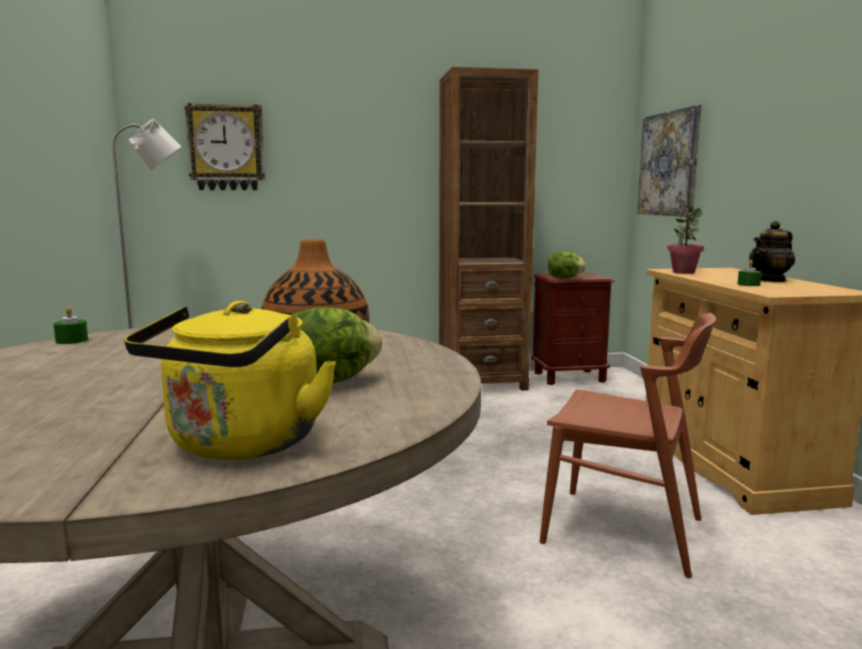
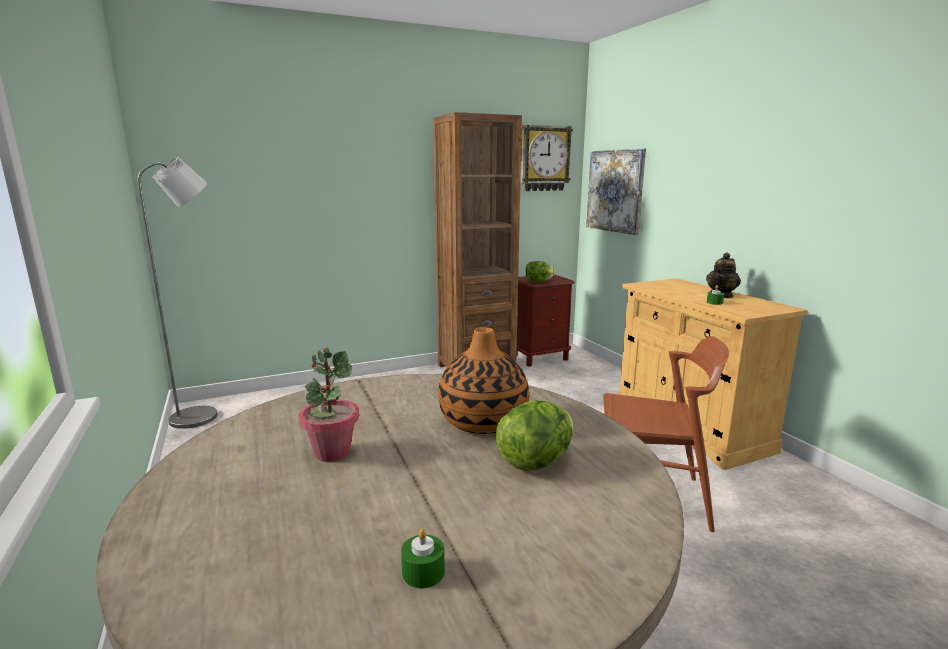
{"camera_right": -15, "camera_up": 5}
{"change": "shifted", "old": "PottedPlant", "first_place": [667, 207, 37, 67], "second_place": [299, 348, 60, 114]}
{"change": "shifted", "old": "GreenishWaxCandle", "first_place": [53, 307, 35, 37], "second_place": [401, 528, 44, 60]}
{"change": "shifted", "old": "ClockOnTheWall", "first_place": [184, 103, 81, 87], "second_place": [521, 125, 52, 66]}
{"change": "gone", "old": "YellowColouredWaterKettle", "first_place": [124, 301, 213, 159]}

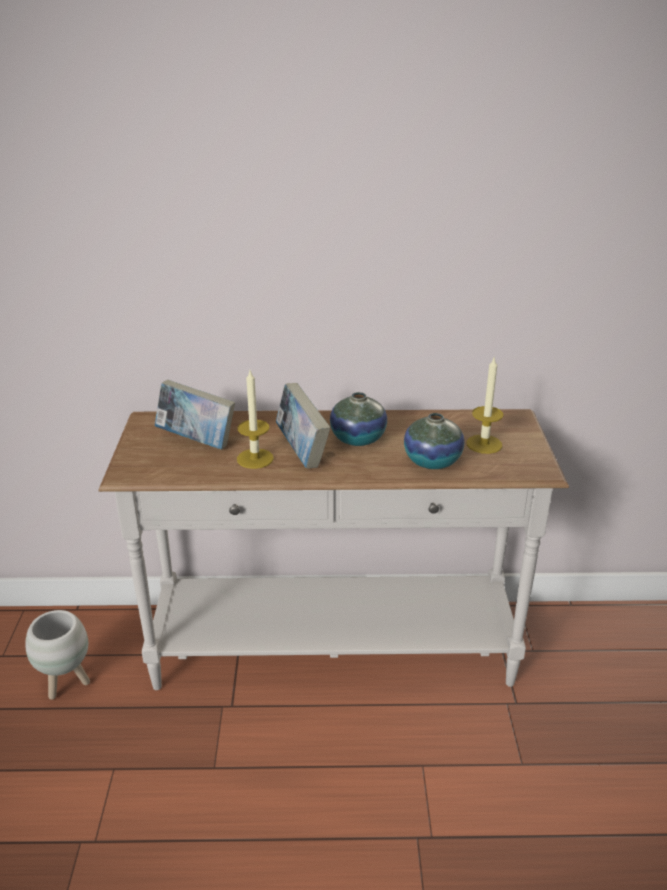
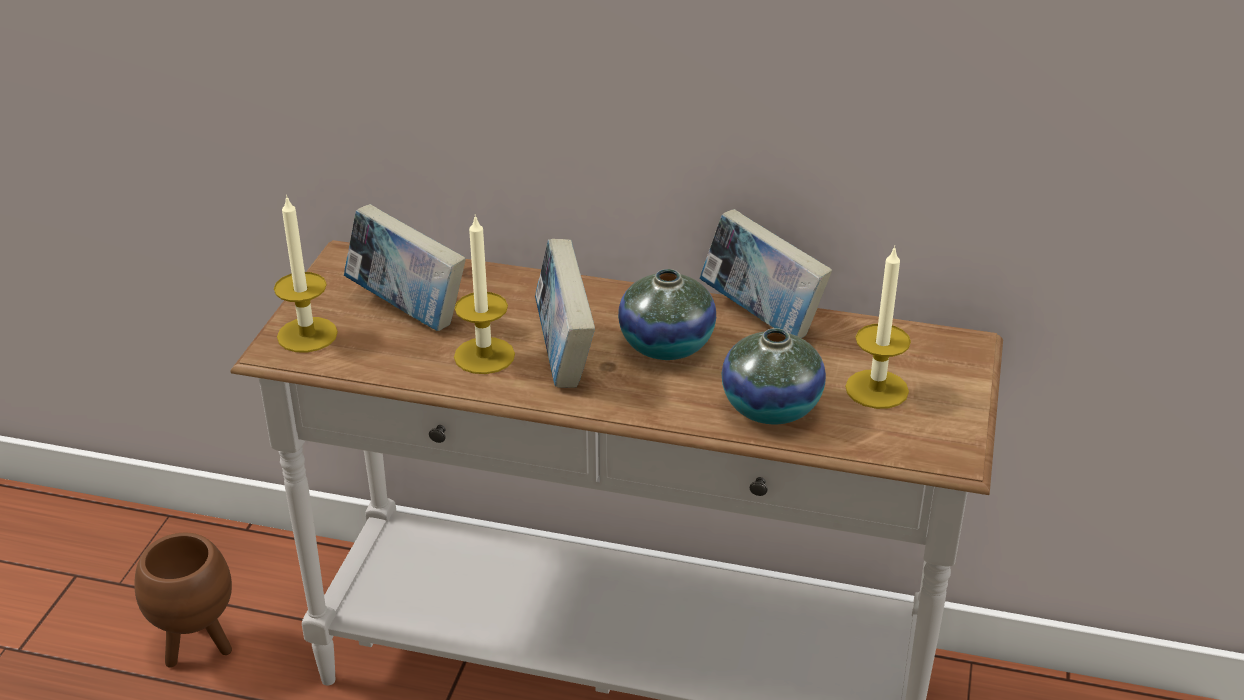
{"camera_right": 15, "camera_up": 5}
{"change": "repainted", "old": "WhiteFlowerPot", "new": "BrownFlowerPot", "first_place": [25, 610, 65, 90], "second_place": [134, 533, 98, 135]}
{"change": "new", "new": "WaxCandle", "second_place": [274, 195, 64, 158]}
{"change": "new", "new": "BoundBook", "second_place": [699, 209, 133, 129]}

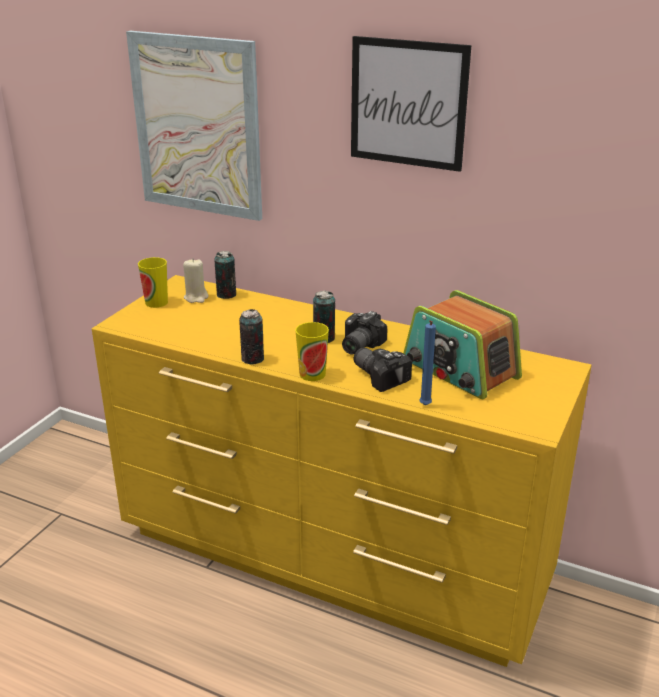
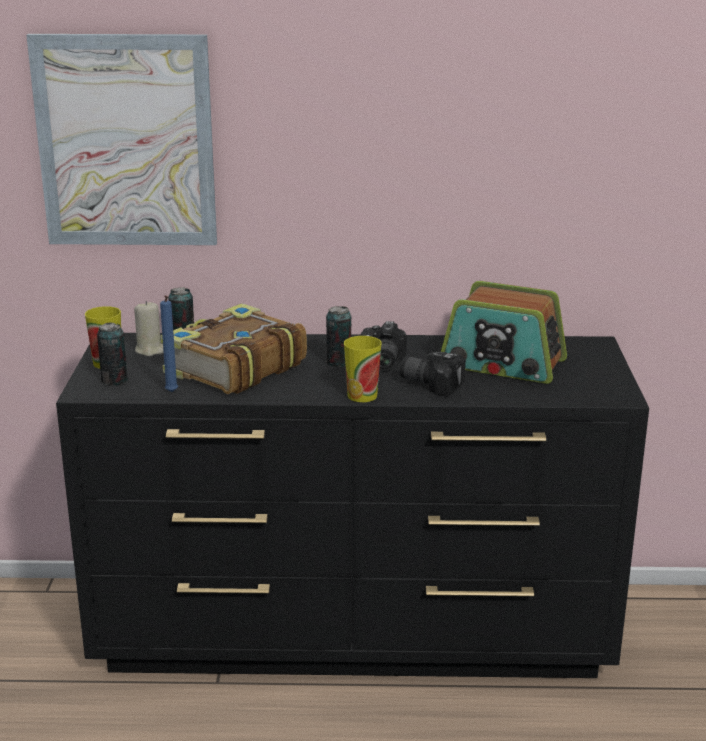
{"camera_right": -25, "camera_up": -5}
{"change": "repainted", "old": "YellowColouredDresser", "new": "BlackColouredDresser", "first_place": [92, 275, 500, 392], "second_place": [56, 333, 593, 345]}
{"change": "shifted", "old": "MetalCan", "first_place": [239, 309, 25, 56], "second_place": [97, 322, 31, 64]}
{"change": "shifted", "old": "BlueWaxCandle", "first_place": [420, 320, 16, 85], "second_place": [160, 295, 18, 97]}
{"change": "new", "new": "BoundBook", "second_place": [160, 303, 147, 91]}
{"change": "gone", "old": "WallPicture", "first_place": [351, 36, 120, 136]}

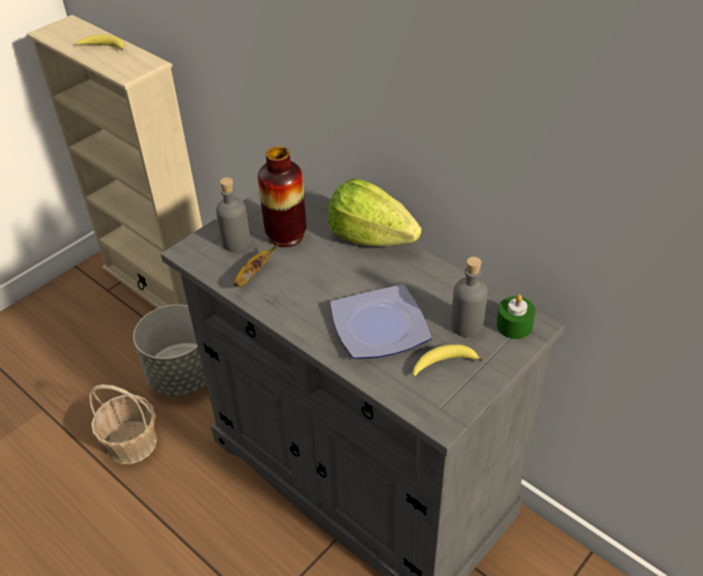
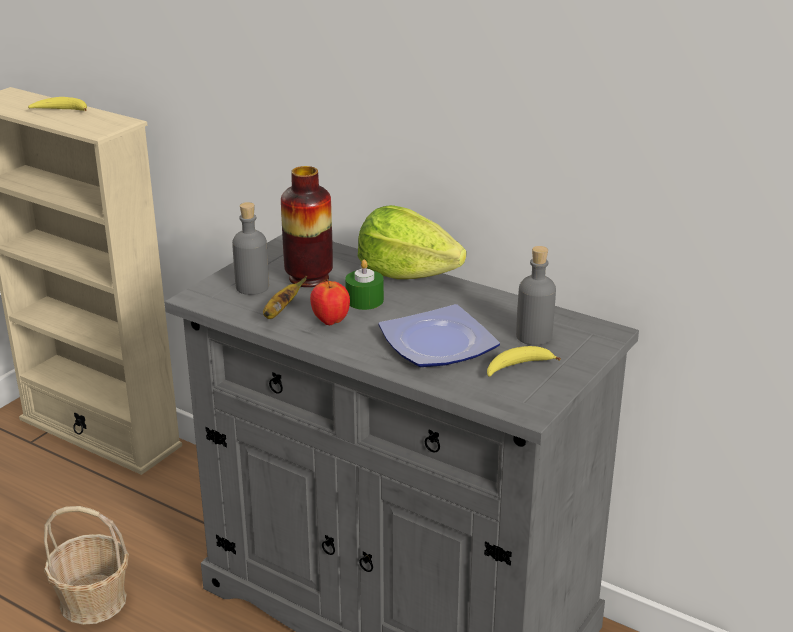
{"camera_right": -10, "camera_up": -15}
{"change": "new", "new": "Apple", "second_place": [310, 279, 40, 46]}
{"change": "shifted", "old": "GreenishWaxCandle", "first_place": [496, 295, 40, 44], "second_place": [345, 259, 39, 51]}
{"change": "gone", "old": "GreyishFlowerPot", "first_place": [133, 304, 74, 93]}

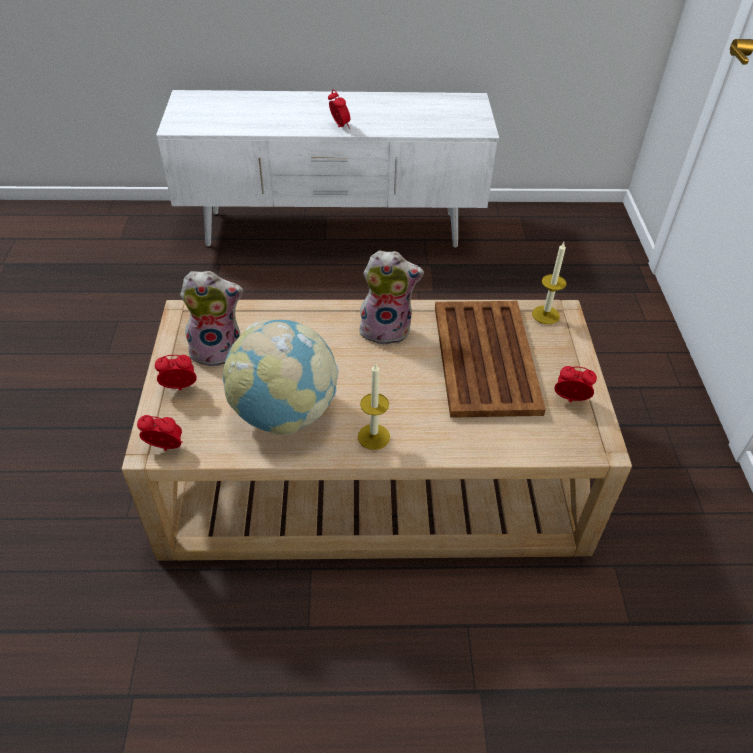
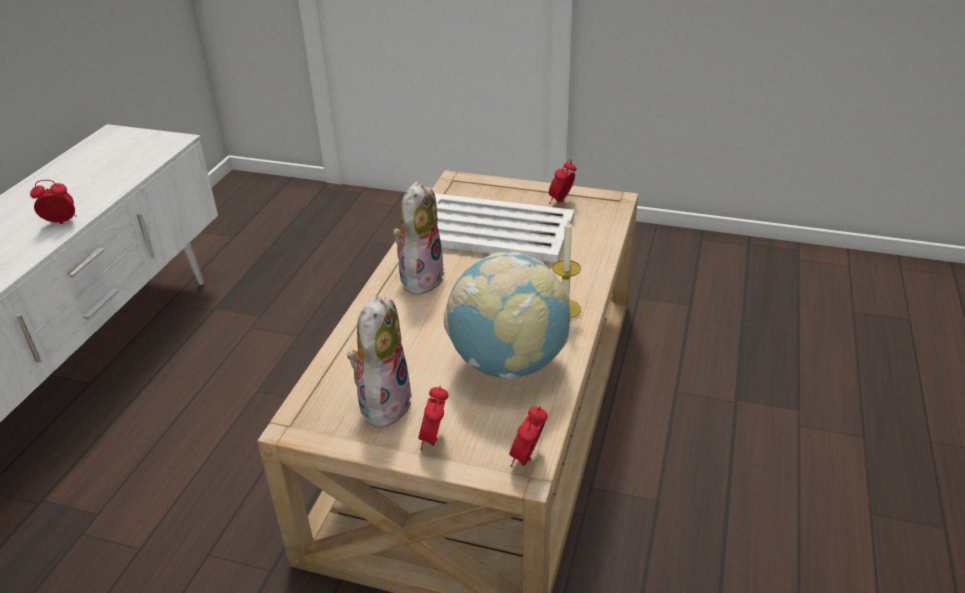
{"camera_right": -70, "camera_up": -10}
{"change": "repainted", "old": "BrownServingTray", "new": "WhiteServingTray", "first_place": [435, 301, 111, 117], "second_place": [435, 193, 139, 69]}
{"change": "gone", "old": "WaxCandle", "first_place": [532, 242, 34, 82]}

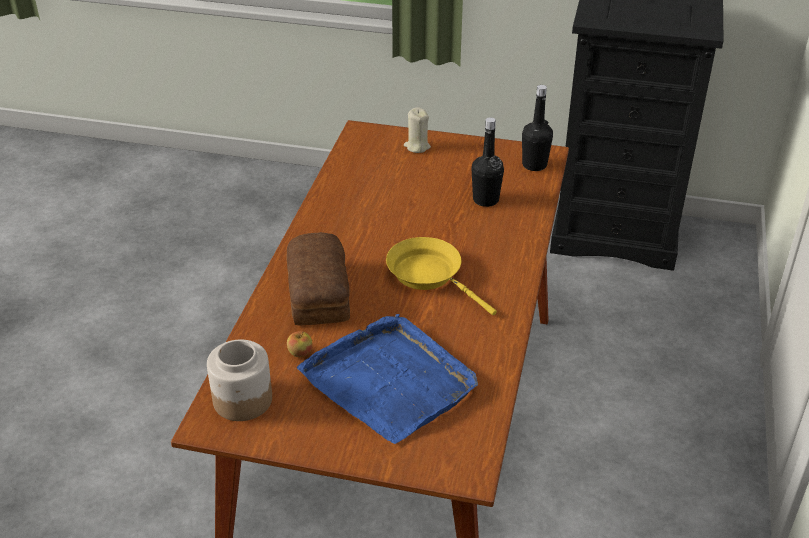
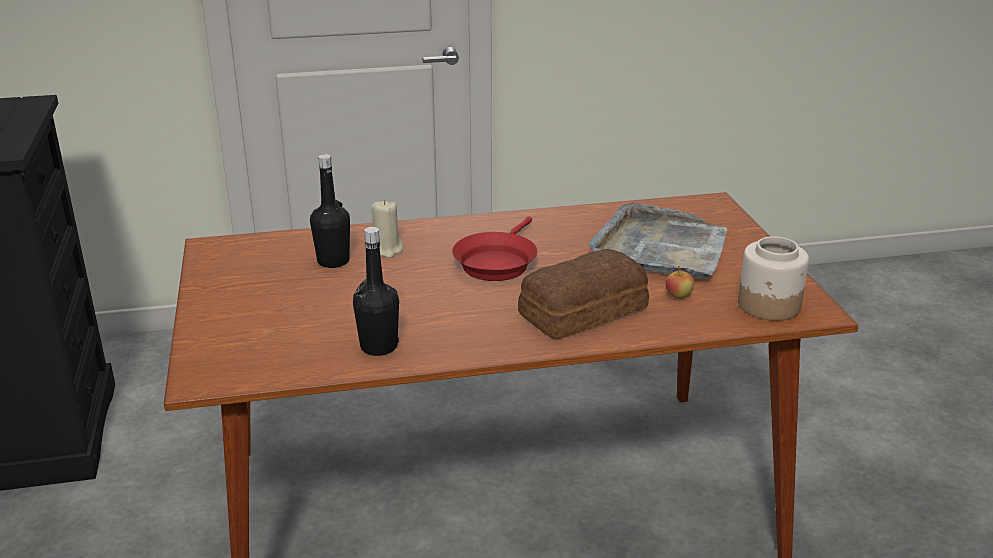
{"camera_right": -115, "camera_up": -10}
{"change": "shifted", "old": "BlackColouredDrinkBottle", "first_place": [522, 85, 31, 86], "second_place": [353, 227, 46, 129]}
{"change": "shifted", "old": "BeigeColouredWaxCandle", "first_place": [404, 107, 27, 46], "second_place": [371, 200, 32, 58]}
{"change": "repainted", "old": "YellowColouredFryingPan", "new": "RedColouredFryingPan", "first_place": [386, 237, 111, 78], "second_place": [452, 216, 85, 65]}
{"change": "repainted", "old": "BlueServingTray", "new": "GreyishServingTray", "first_place": [297, 314, 181, 130], "second_place": [588, 203, 139, 75]}

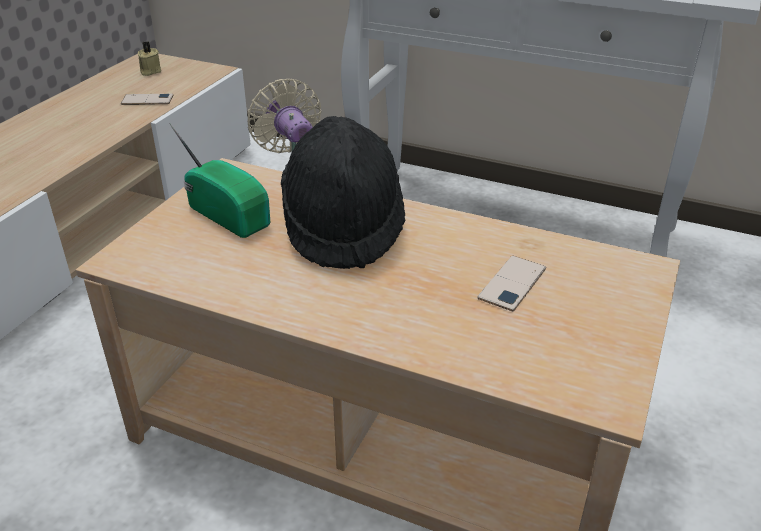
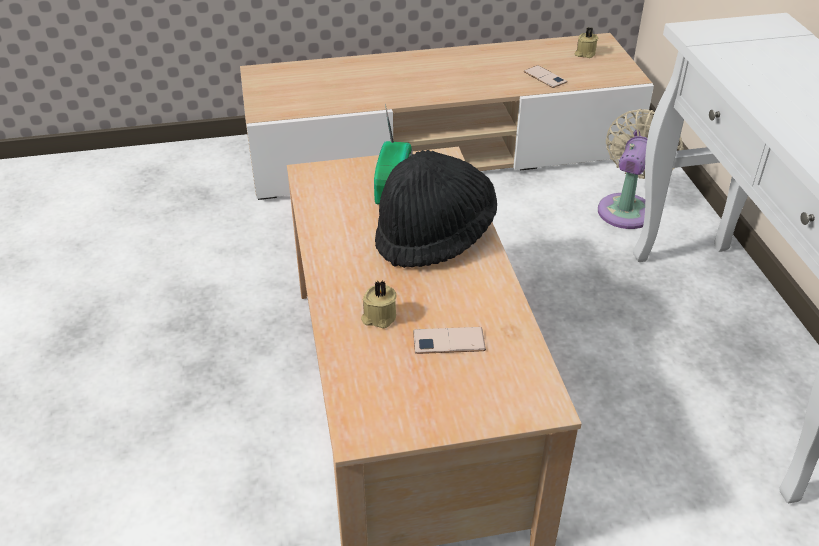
{"camera_right": 55, "camera_up": 5}
{"change": "new", "new": "BeigeColouredWaxCandle", "second_place": [361, 280, 36, 48]}

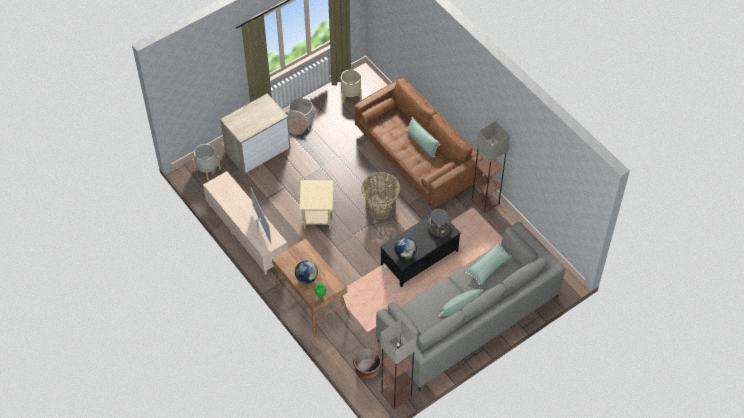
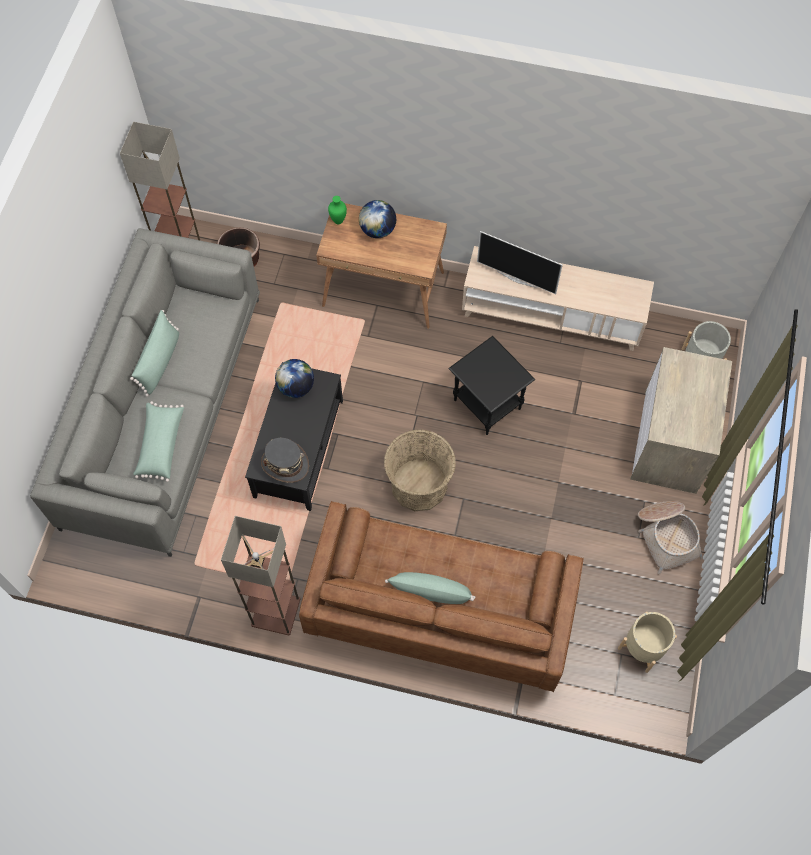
{"camera_right": 140, "camera_up": 10}
{"change": "repainted", "old": "BeigeColouredAccentTable", "new": "BlackColouredAccentTable", "first_place": [299, 180, 35, 49], "second_place": [449, 336, 86, 99]}

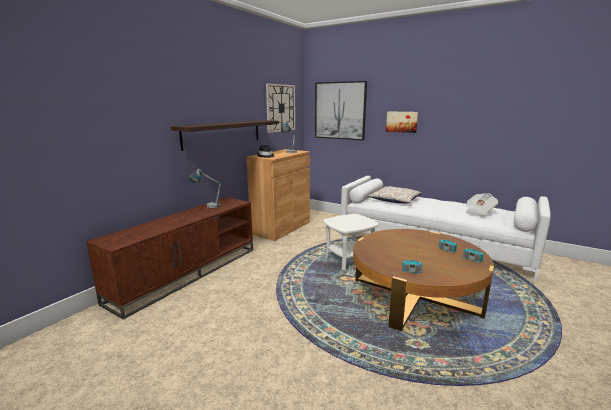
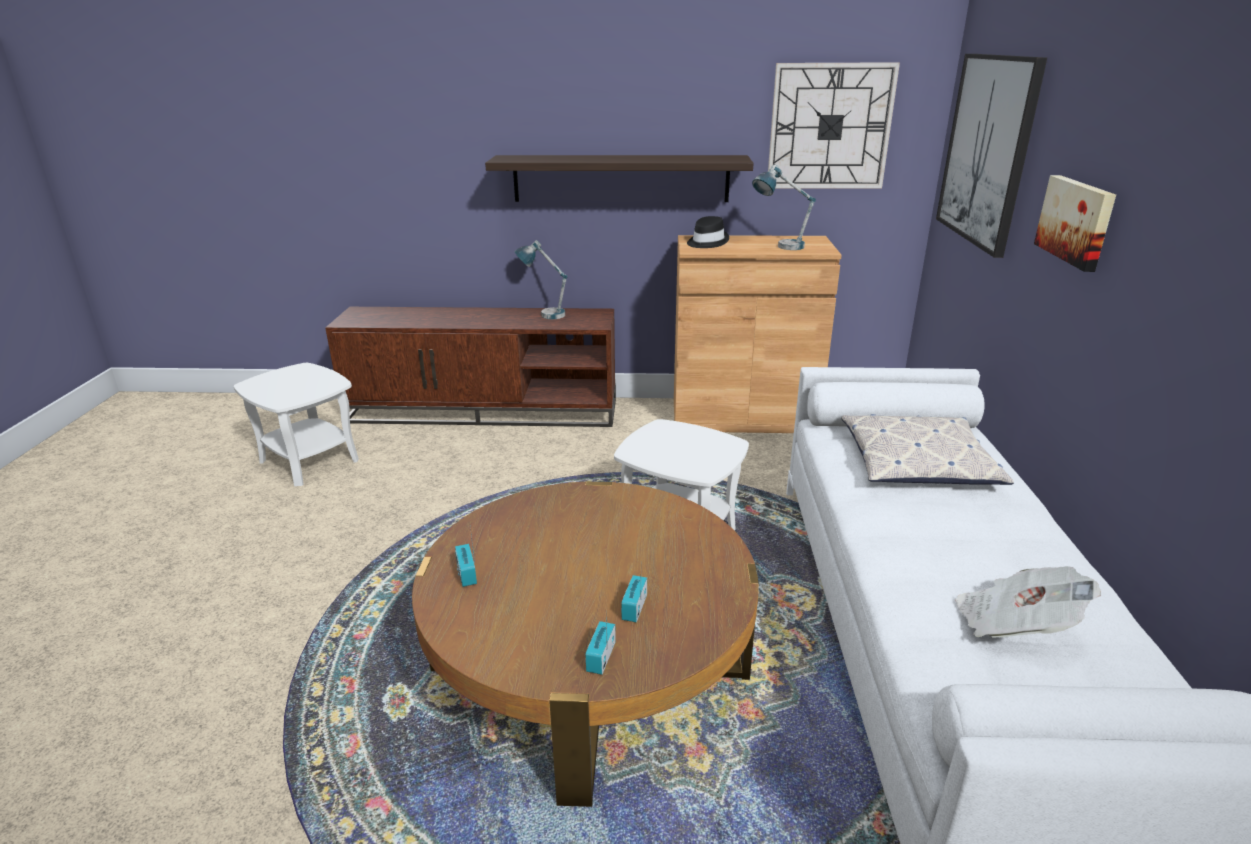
{"camera_right": 60, "camera_up": 10}
{"change": "new", "new": "WhiteAccentTable", "second_place": [234, 363, 125, 123]}

